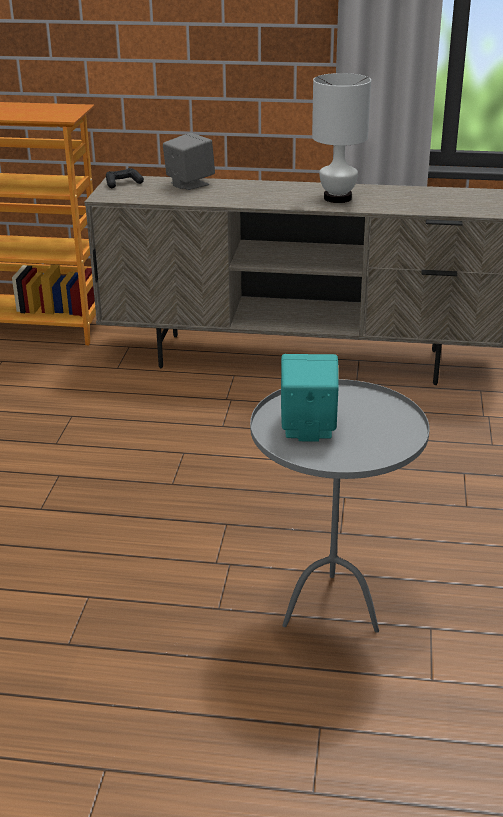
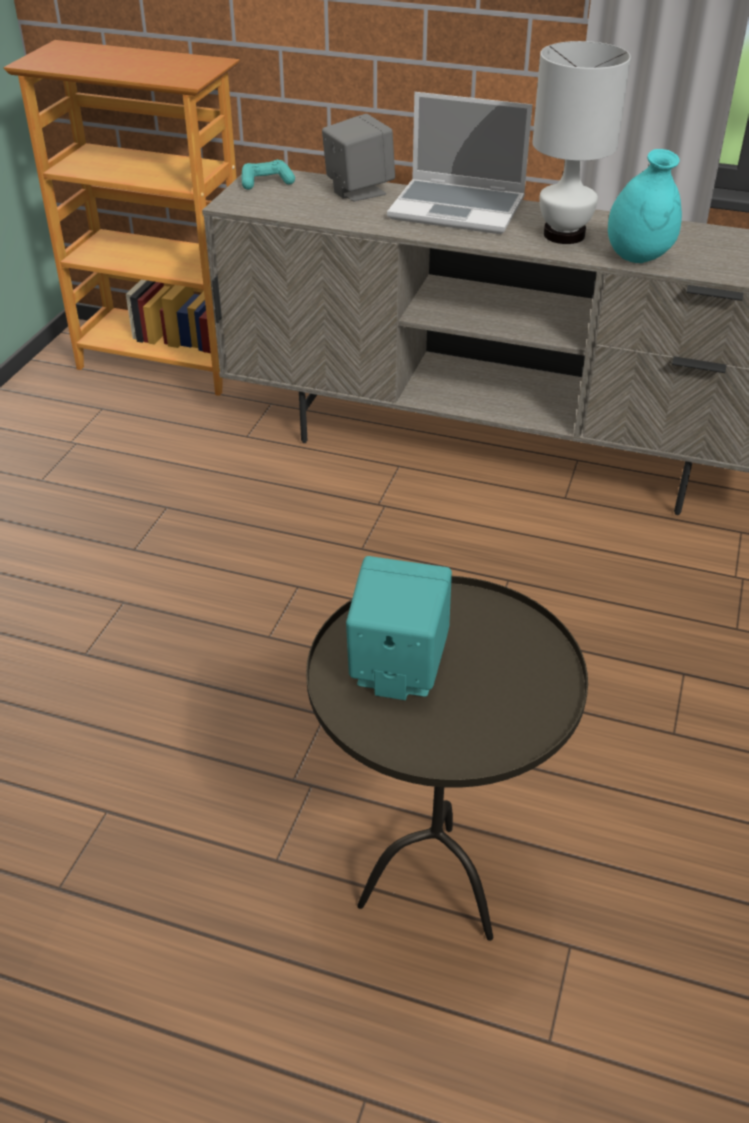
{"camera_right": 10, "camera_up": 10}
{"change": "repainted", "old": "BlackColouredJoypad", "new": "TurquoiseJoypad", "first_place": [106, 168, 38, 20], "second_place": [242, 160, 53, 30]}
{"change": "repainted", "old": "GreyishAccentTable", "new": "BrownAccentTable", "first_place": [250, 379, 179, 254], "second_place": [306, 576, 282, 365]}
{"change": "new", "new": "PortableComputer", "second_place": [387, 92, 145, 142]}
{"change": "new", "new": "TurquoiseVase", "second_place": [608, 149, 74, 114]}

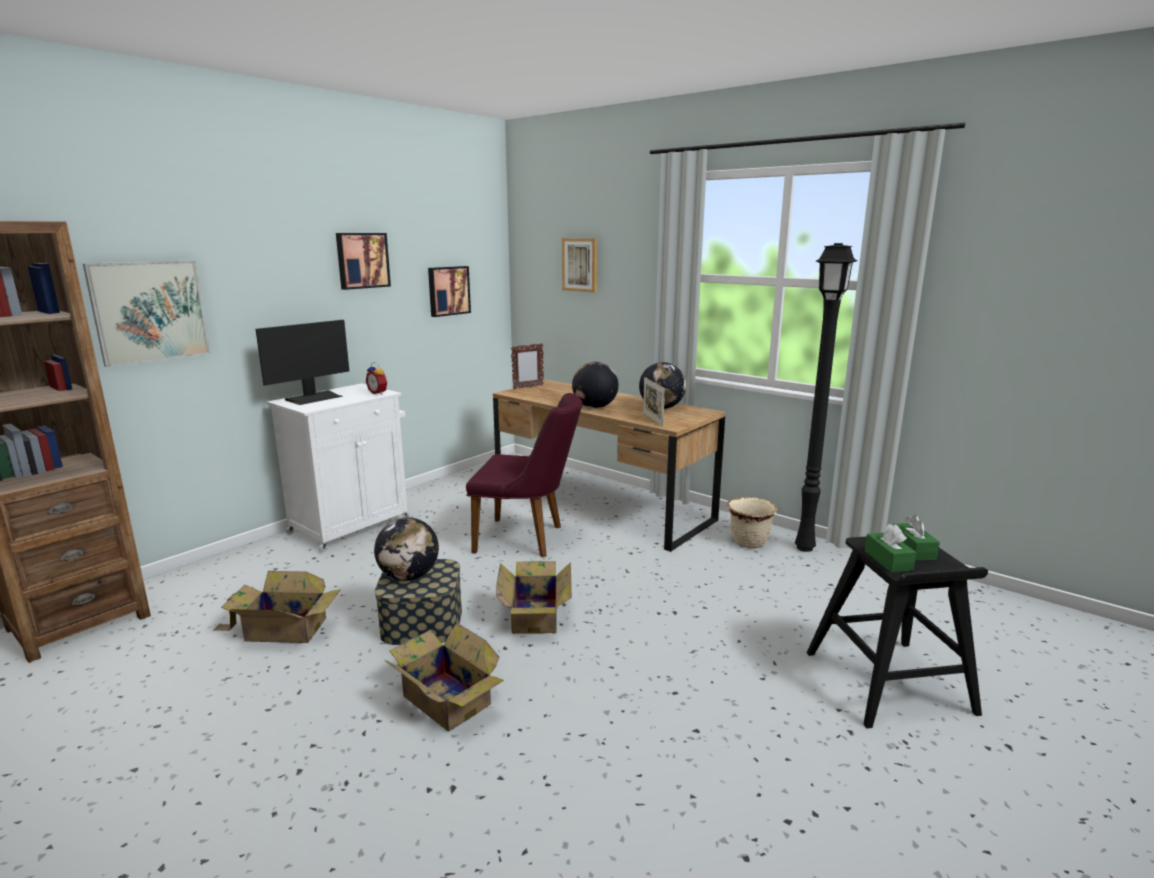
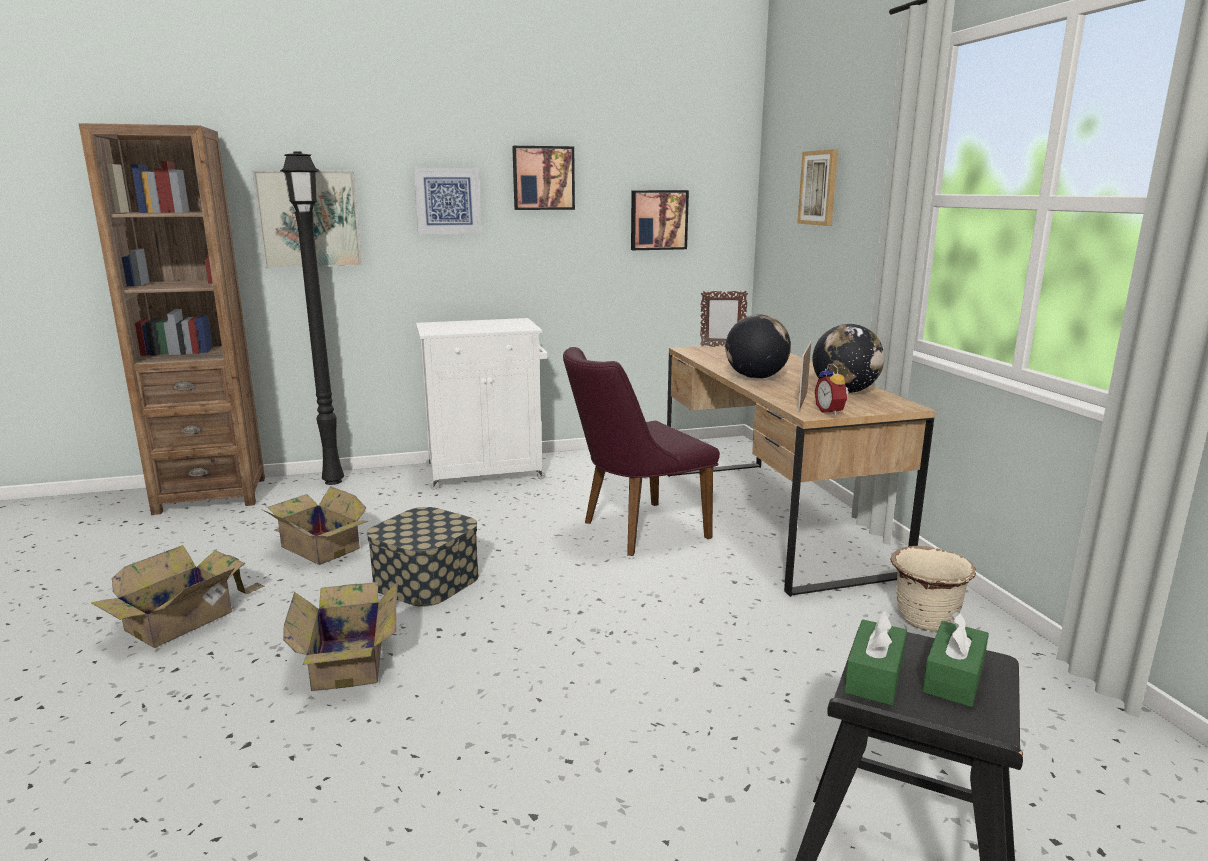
{"camera_right": 35, "camera_up": 0}
{"change": "shifted", "old": "Carton", "first_place": [496, 561, 76, 73], "second_place": [91, 545, 174, 103]}
{"change": "shifted", "old": "BlackColouredStandardLamp", "first_place": [795, 243, 62, 309], "second_place": [280, 152, 64, 333]}
{"change": "new", "new": "WallPicture", "second_place": [414, 167, 67, 67]}
{"change": "rotated", "old": "PurplishPlainChair", "first_place": [466, 393, 116, 165], "second_place": [563, 347, 157, 209], "degrees": 105}
{"change": "shifted", "old": "BedsideClock", "first_place": [366, 362, 21, 33], "second_place": [815, 364, 34, 52]}
{"change": "gone", "old": "Monitor", "first_place": [256, 320, 93, 85]}
{"change": "gone", "old": "Globe", "first_place": [374, 517, 65, 64]}

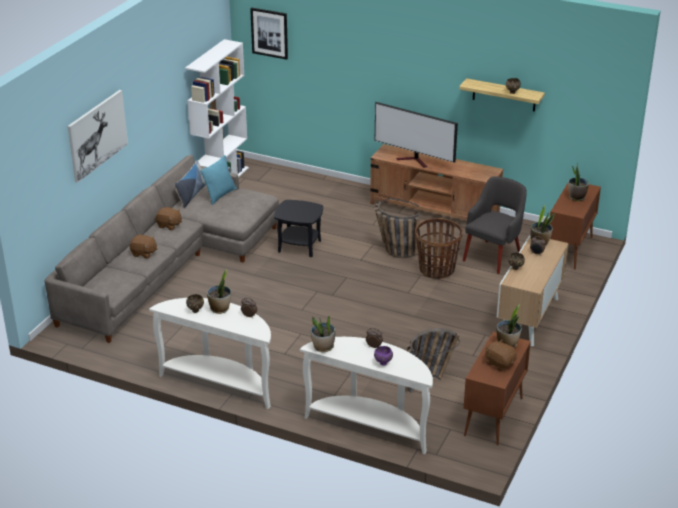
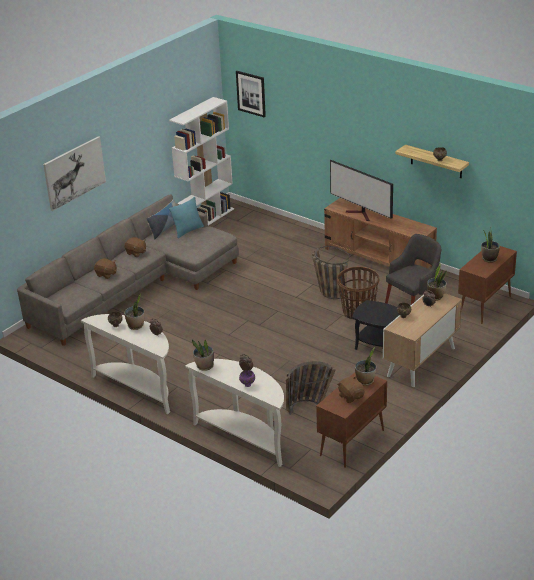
{"camera_right": 15, "camera_up": 0}
{"change": "shifted", "old": "BlackColouredAccentTable", "first_place": [274, 200, 49, 57], "second_place": [352, 300, 47, 50]}

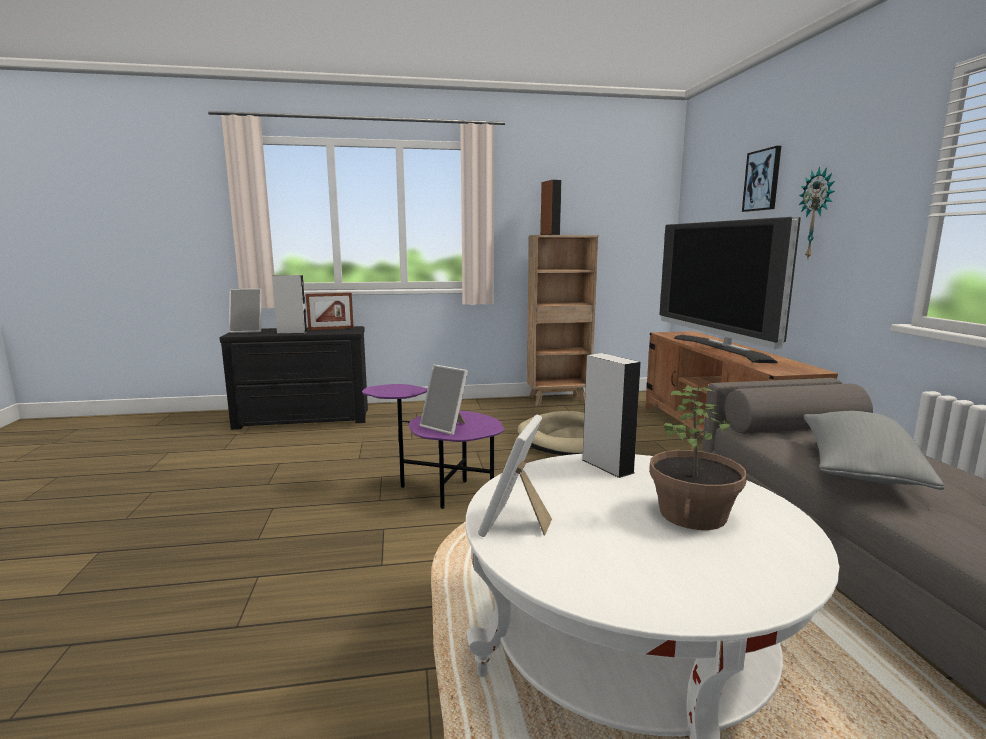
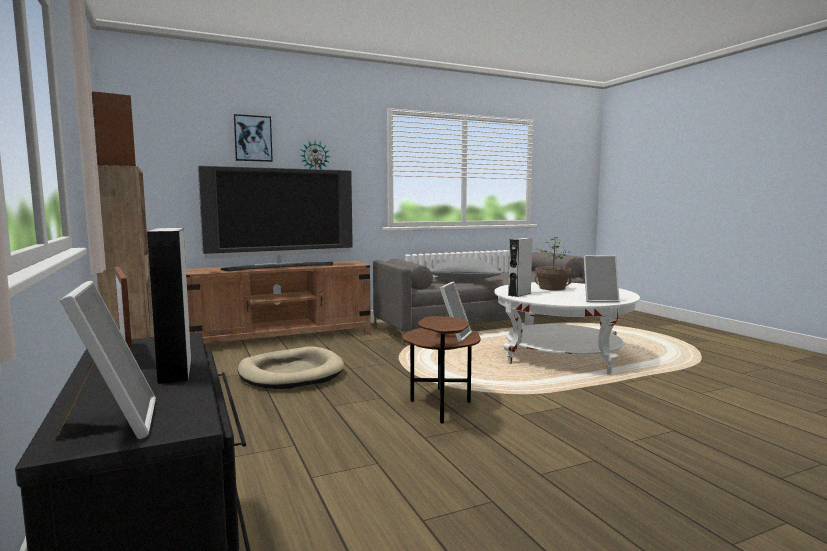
{"camera_right": -105, "camera_up": -5}
{"change": "repainted", "old": "PurplishAccentTable", "new": "BrownAccentTable", "first_place": [362, 384, 142, 125], "second_place": [402, 316, 79, 108]}

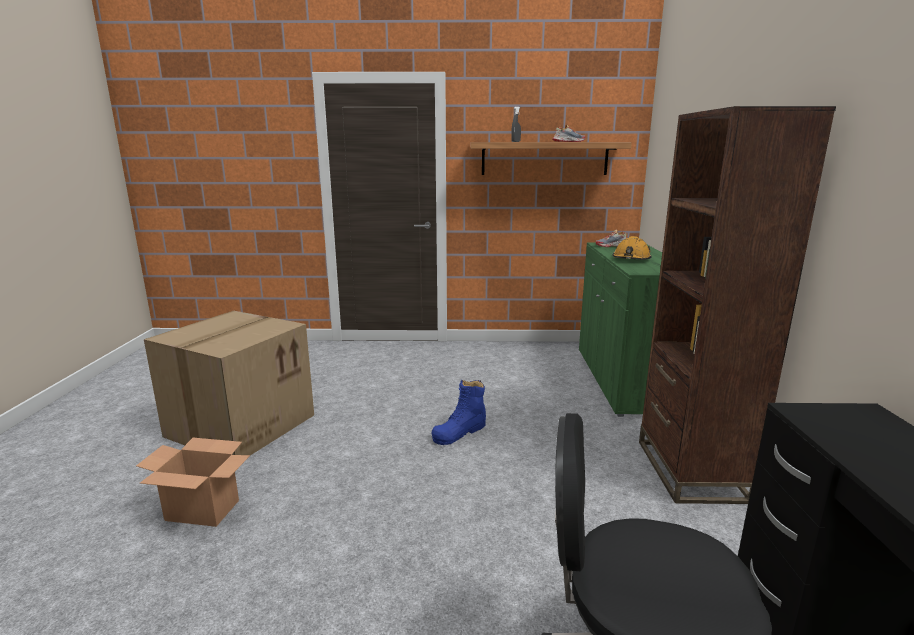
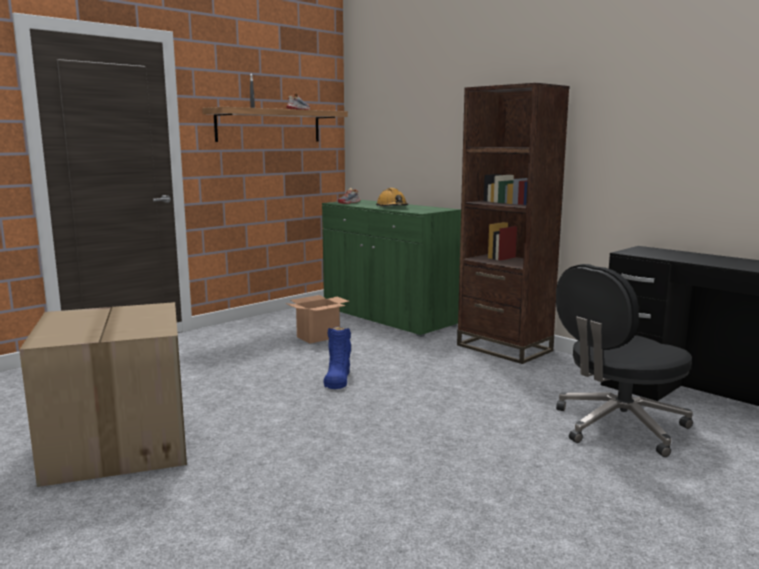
{"camera_right": -45, "camera_up": -5}
{"change": "shifted", "old": "Carton", "first_place": [136, 438, 114, 89], "second_place": [285, 295, 64, 49]}

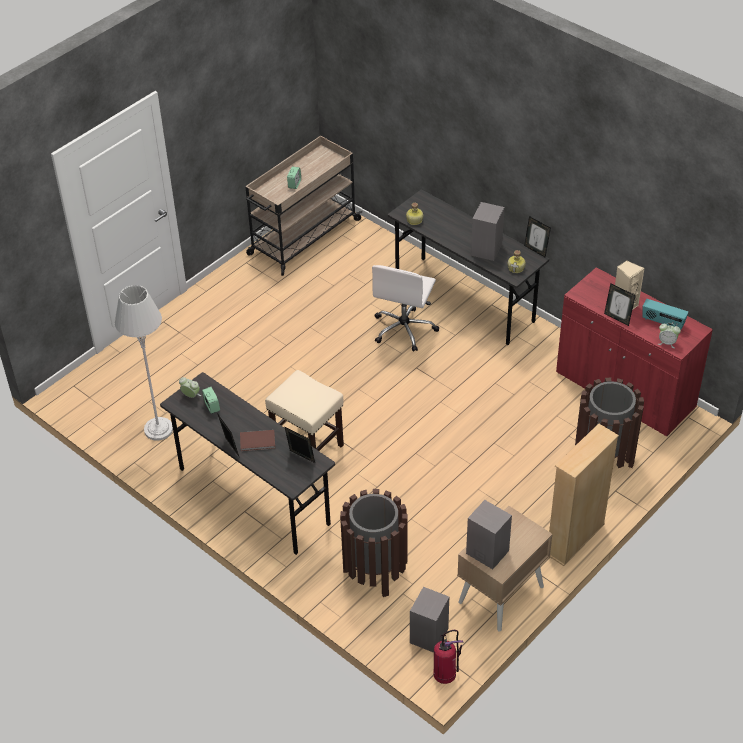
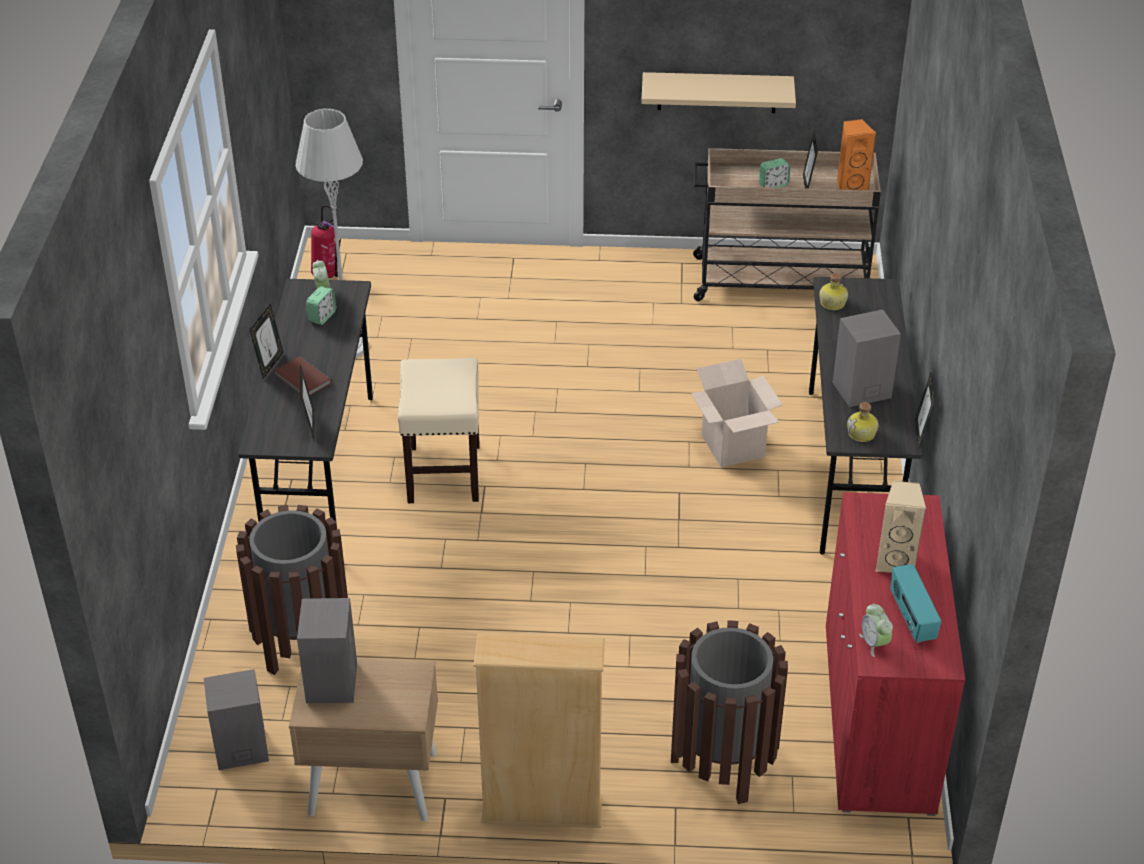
{"camera_right": 50, "camera_up": -5}
{"change": "shifted", "old": "Extinguisher", "first_place": [433, 630, 31, 54], "second_place": [311, 205, 30, 73]}
{"change": "new", "new": "BeigeColouredWallShelf", "second_place": [641, 72, 155, 41]}
{"change": "swapped", "old": "WhiteComputerChair", "new": "Carton", "first_place": [372, 265, 67, 87], "second_place": [691, 359, 92, 108]}
{"change": "shifted", "old": "PictureFrame", "first_place": [604, 283, 32, 43], "second_place": [803, 131, 15, 58]}
{"change": "new", "new": "OrangeColouredAudioSpeaker", "second_place": [837, 119, 39, 71]}

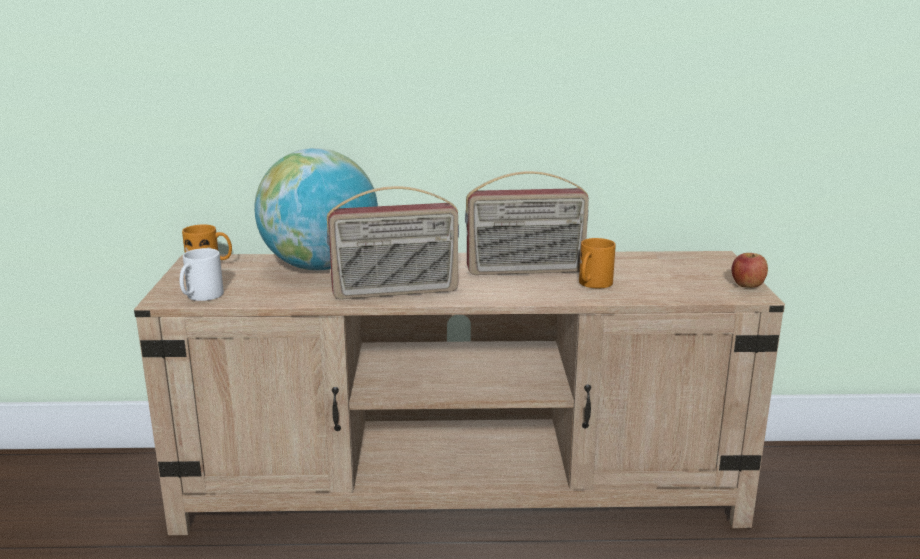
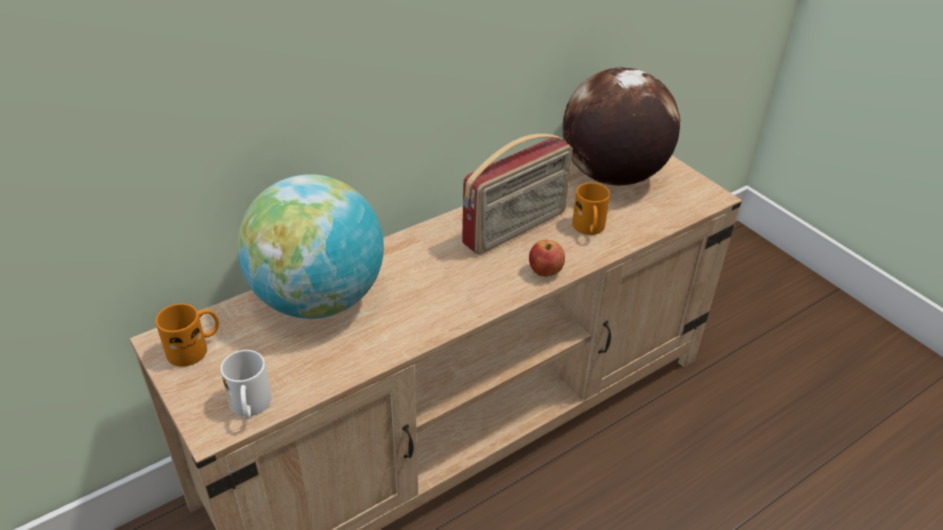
{"camera_right": -35, "camera_up": 20}
{"change": "shifted", "old": "Apple", "first_place": [732, 253, 36, 35], "second_place": [529, 240, 36, 37]}
{"change": "new", "new": "Globe", "second_place": [563, 67, 117, 119]}
{"change": "gone", "old": "RadioReceiver", "first_place": [327, 186, 132, 113]}

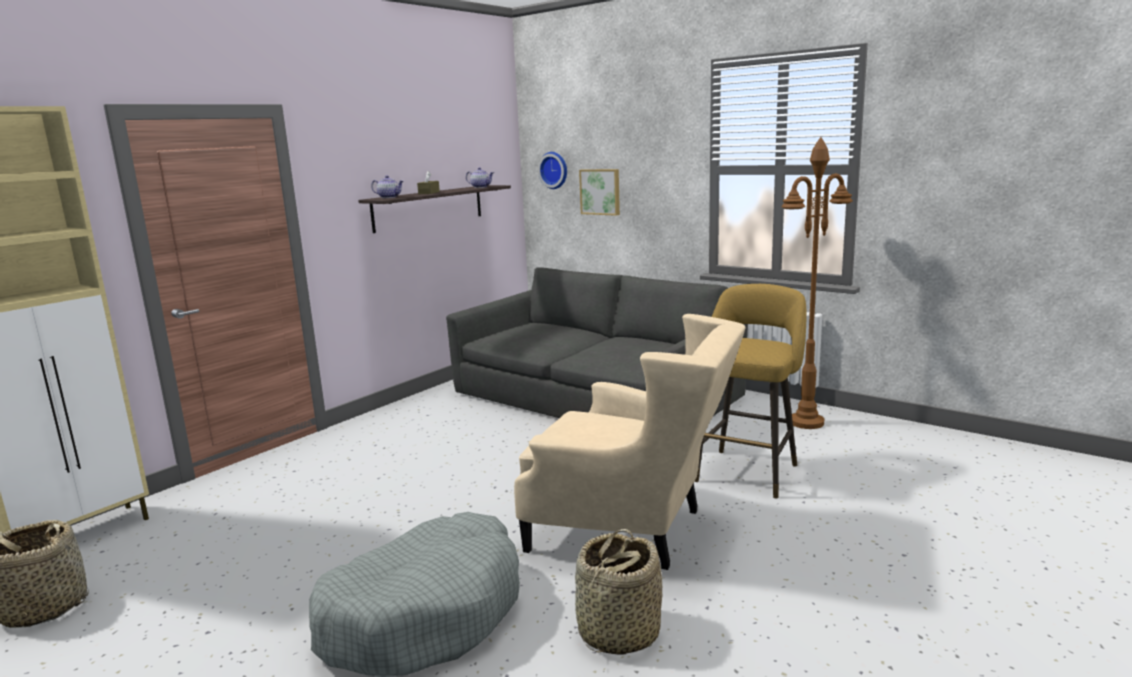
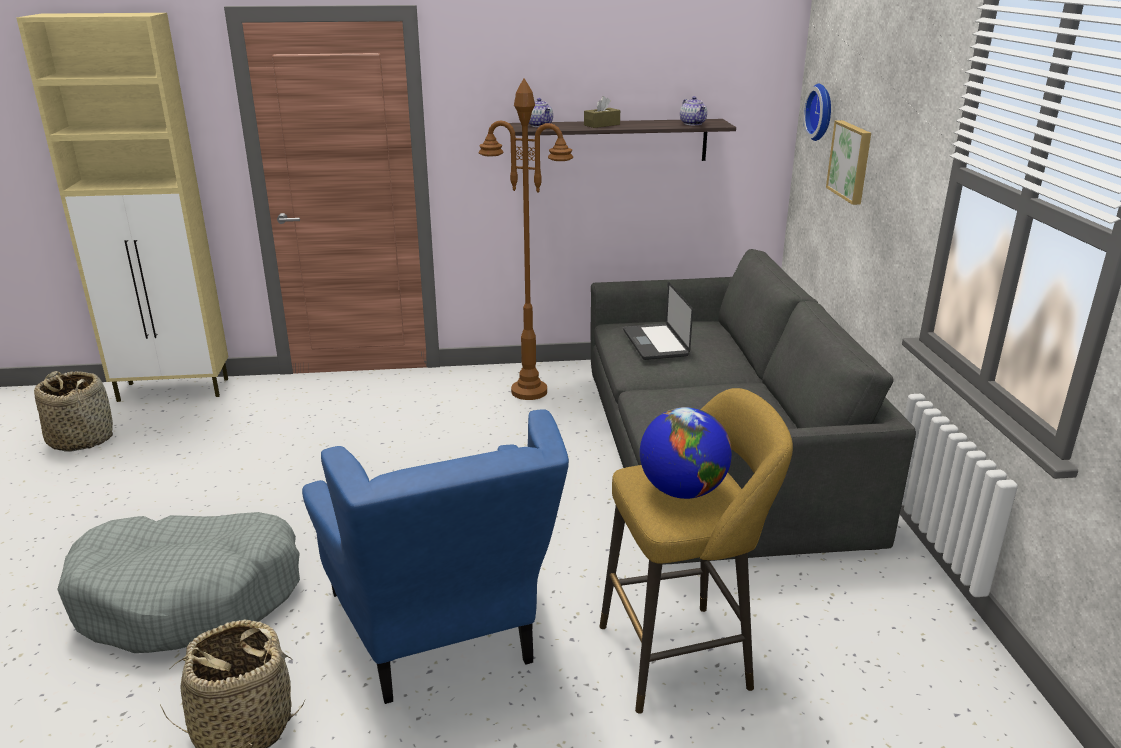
{"camera_right": 45, "camera_up": 10}
{"change": "repainted", "old": "BeigeColouredLoungeChair", "new": "BlueLoungeChair", "first_place": [514, 314, 231, 256], "second_place": [302, 409, 267, 295]}
{"change": "shifted", "old": "BrownStandardLamp", "first_place": [781, 137, 72, 292], "second_place": [479, 79, 94, 321]}
{"change": "new", "new": "PortableComputer", "second_place": [623, 282, 70, 78]}
{"change": "new", "new": "Globe", "second_place": [640, 407, 92, 92]}

